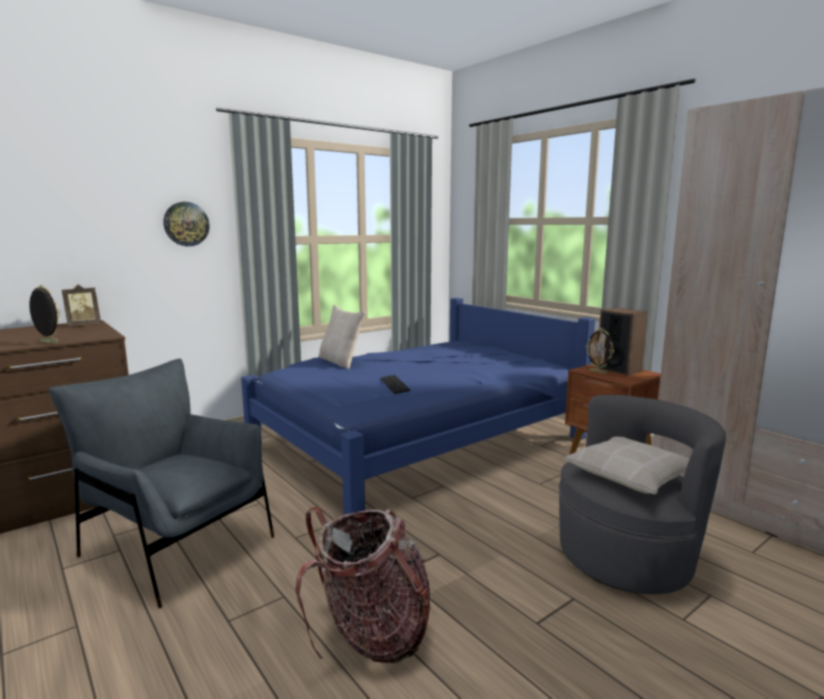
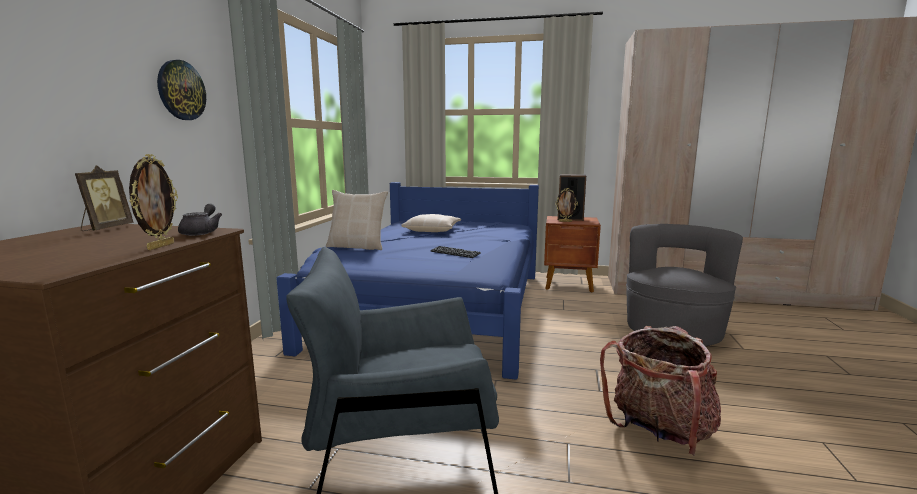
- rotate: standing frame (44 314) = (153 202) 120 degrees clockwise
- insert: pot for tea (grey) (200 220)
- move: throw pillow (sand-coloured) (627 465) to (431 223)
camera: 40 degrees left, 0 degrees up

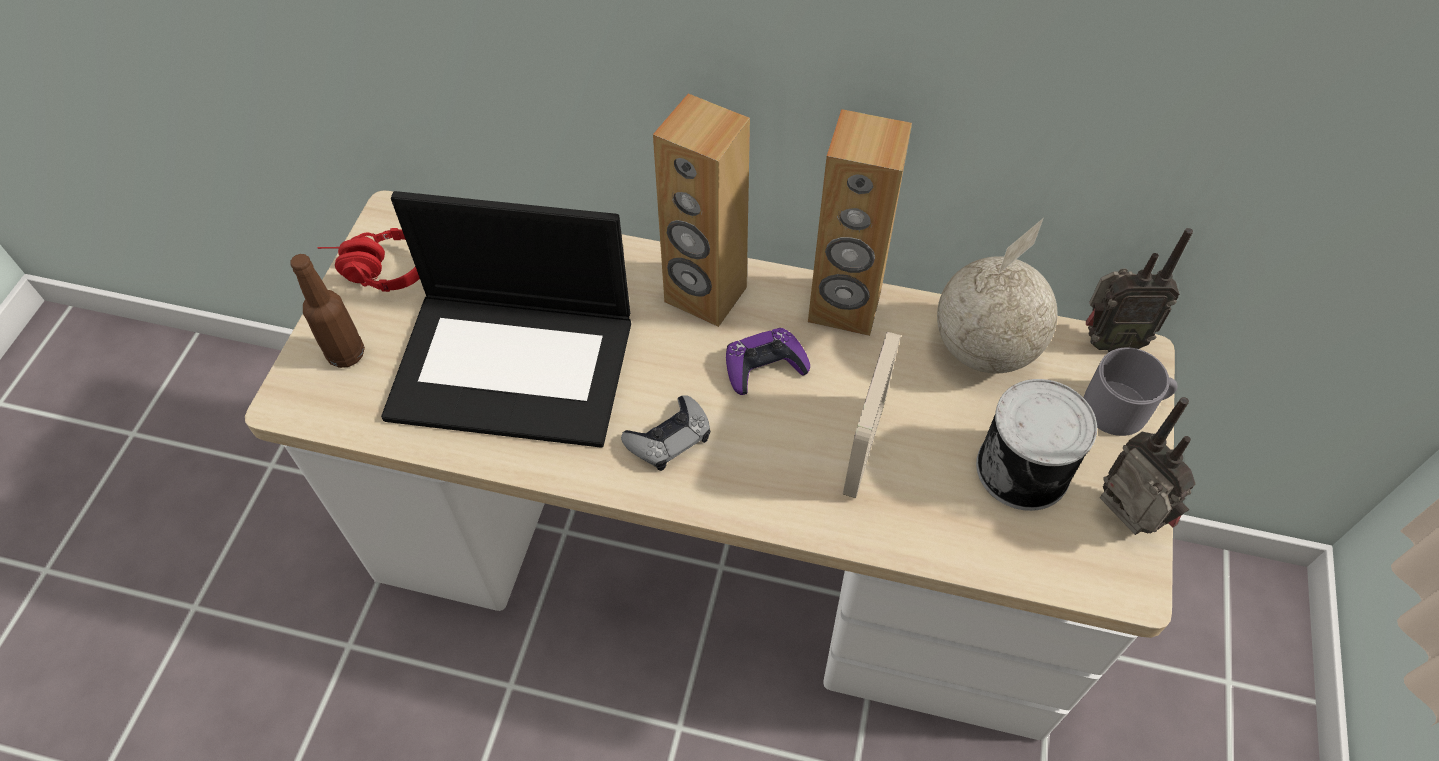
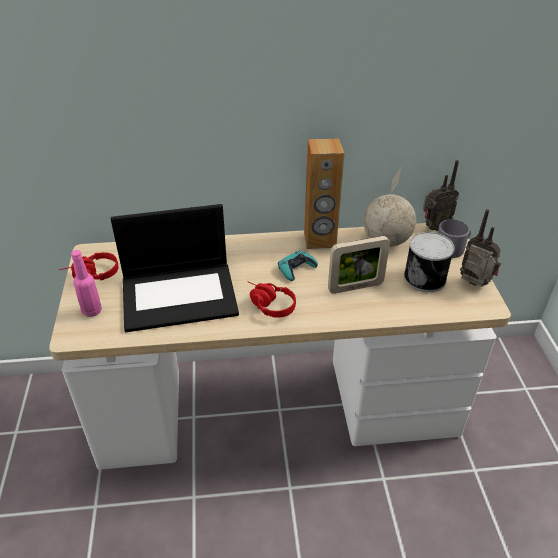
- recolor: drink bottle (brown) (327 311) to drink bottle (pink) (86 283)
- replace: game controller (grey) (665 433) to headphones (reddish) (272 300)
- recolor: game controller (purple) (768 361) to game controller (turquoise-coloured) (298 266)
- rotate: standing frame (872 415) = (359 265) 75 degrees clockwise
- delete: speaker (brown) (701 210)
camera: 20 degrees left, 15 degrees down

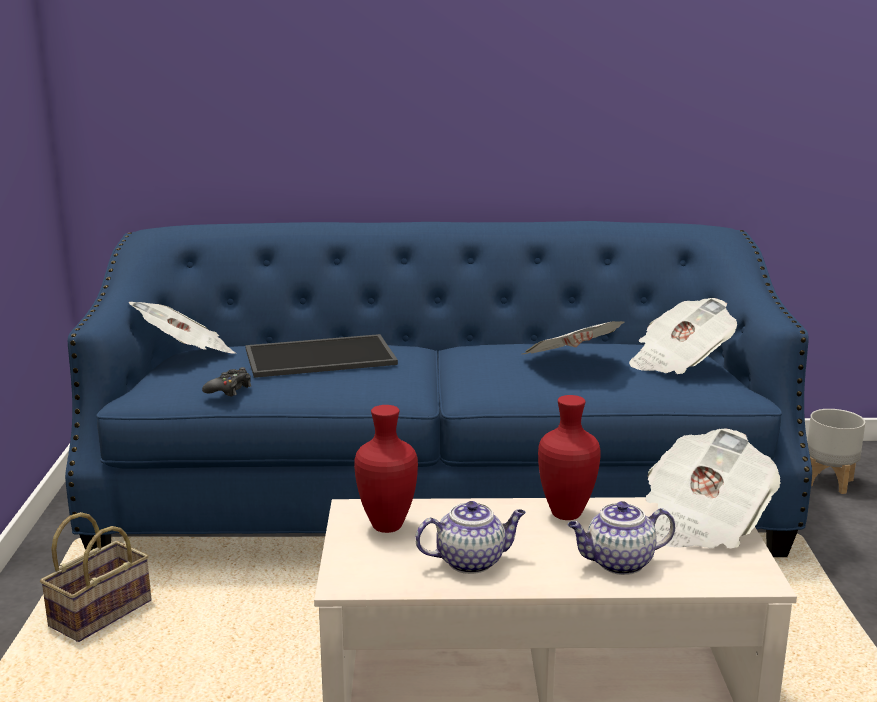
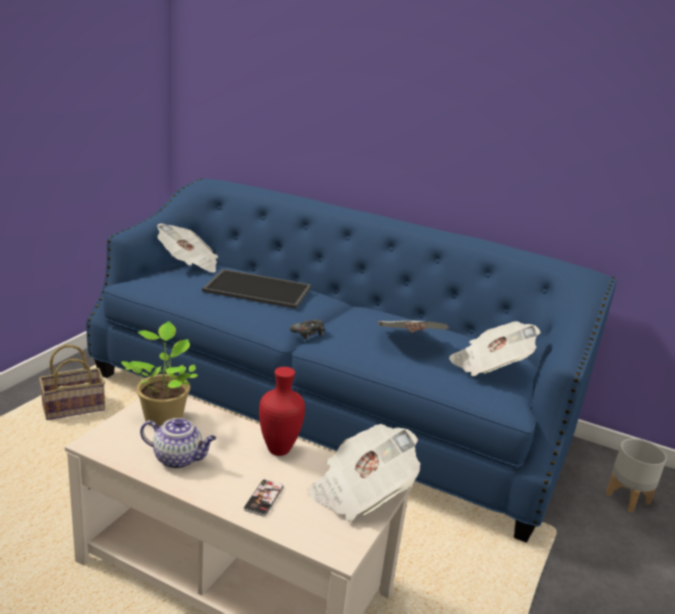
- replace: vase (reddish) (386 469) to houseplant (159 373)
- replace: pot for tea (621 538) to telephone (263 497)
- move: game controller (black-coloured) (226 381) to (307 329)
camera: 25 degrees right, 5 degrees up

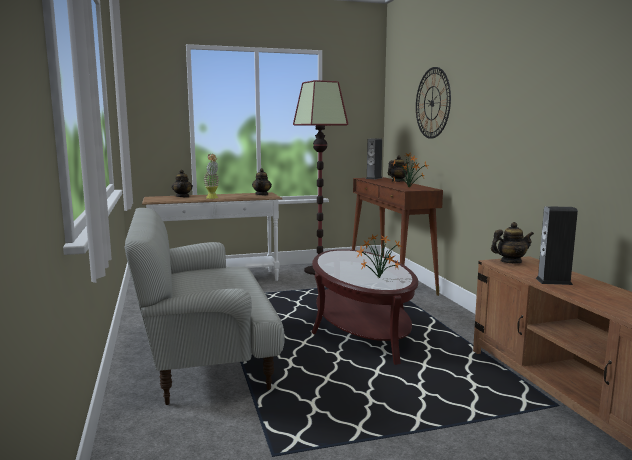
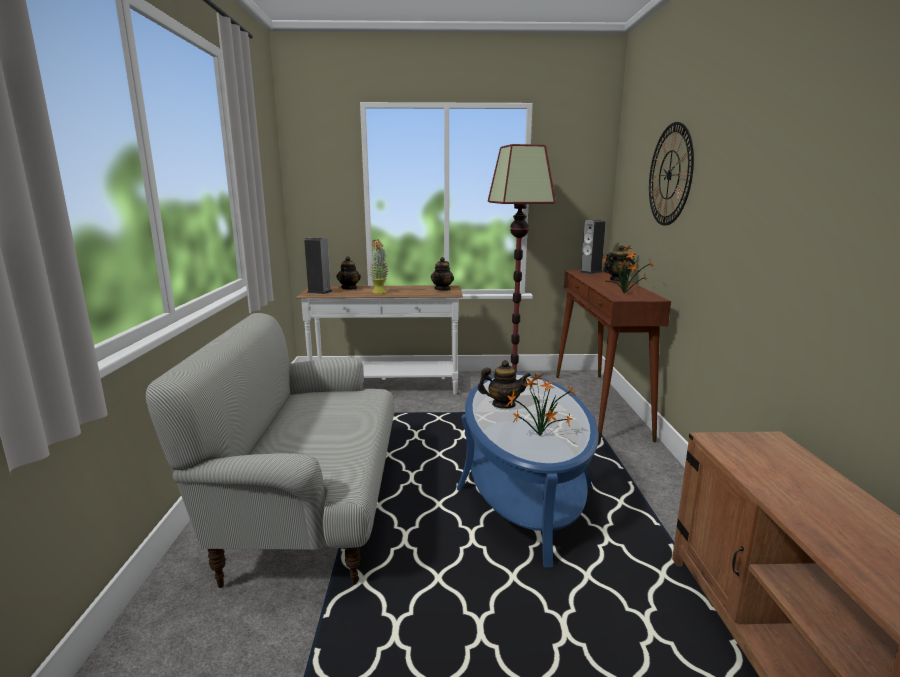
- move: speaker (557 245) to (318 266)
- recolor: coffee table (brown) (365 307) to coffee table (bluish) (528 470)
- move: pot for tea (512 242) to (504 384)
camera: 15 degrees right, 5 degrees up

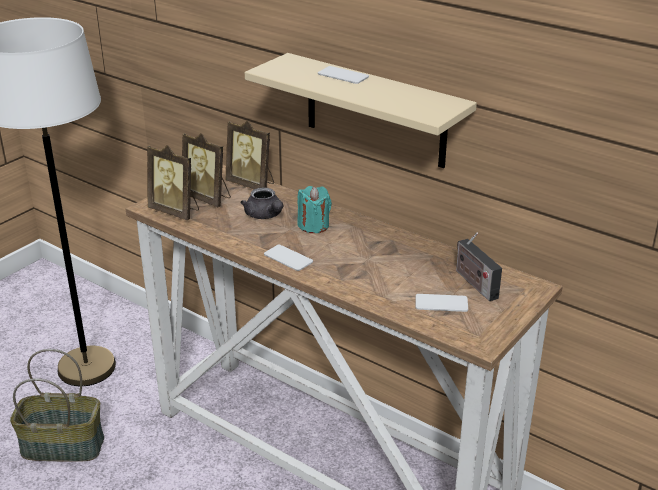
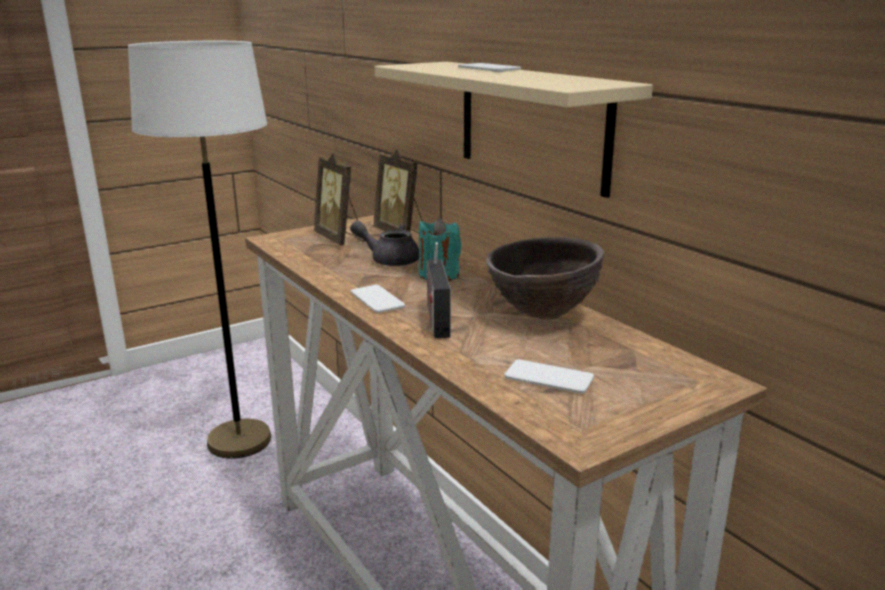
- rotate: pot for tea (grey) (261 203) = (384 243) 120 degrees clockwise
- move: radio (479 267) to (439 290)
- insert: serving bowl (brown) (545 278)
- delete: basket (57 405)
- delete: standing frame (173 182)
camera: 20 degrees right, 10 degrees down

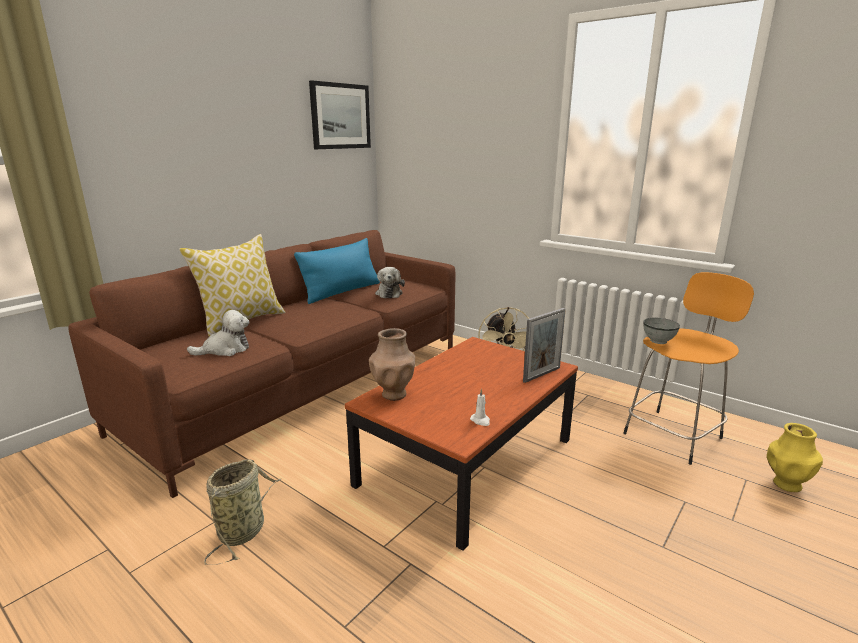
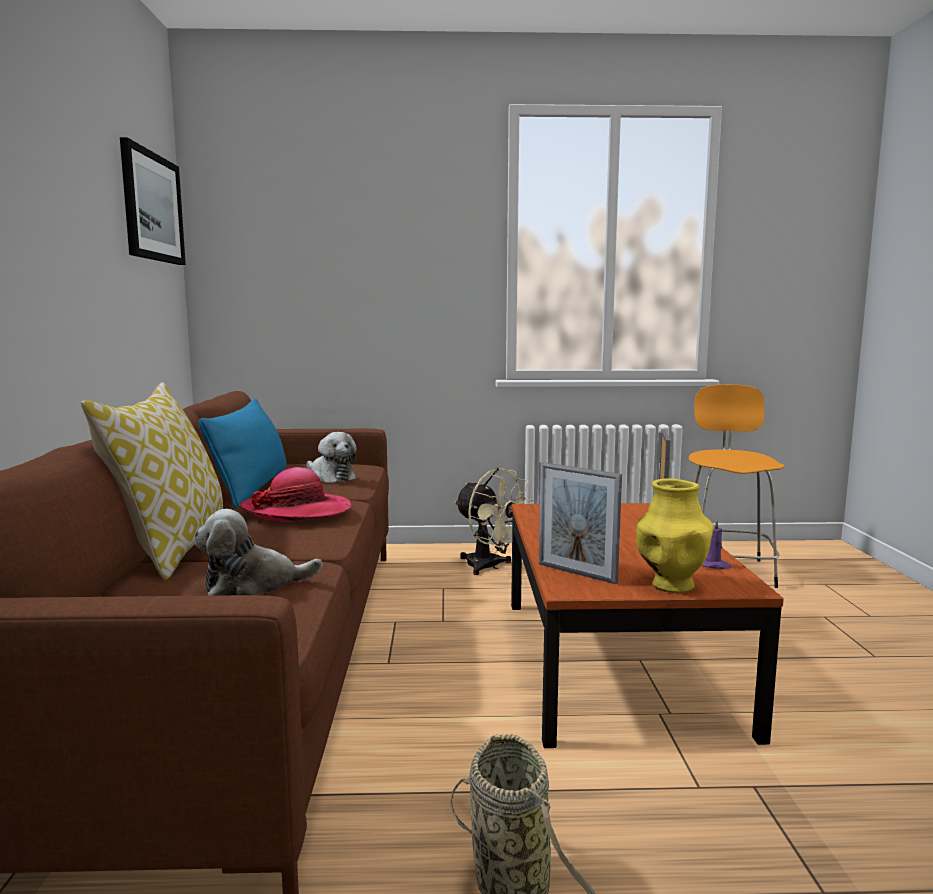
- rotate: plush toy (218 333) = (257 552) 135 degrees counterclockwise
- insert: clothing hat (295 494)
- replace: vase (brown) (392 364) to standing frame (580 523)
- move: vase (yellow-coloured) (795 457) to (675 535)
- recolor: wax candle (white) (480 407) to wax candle (purple) (716 544)
- delete: serving bowl (grey) (661 331)
camera: 40 degrees left, 10 degrees down

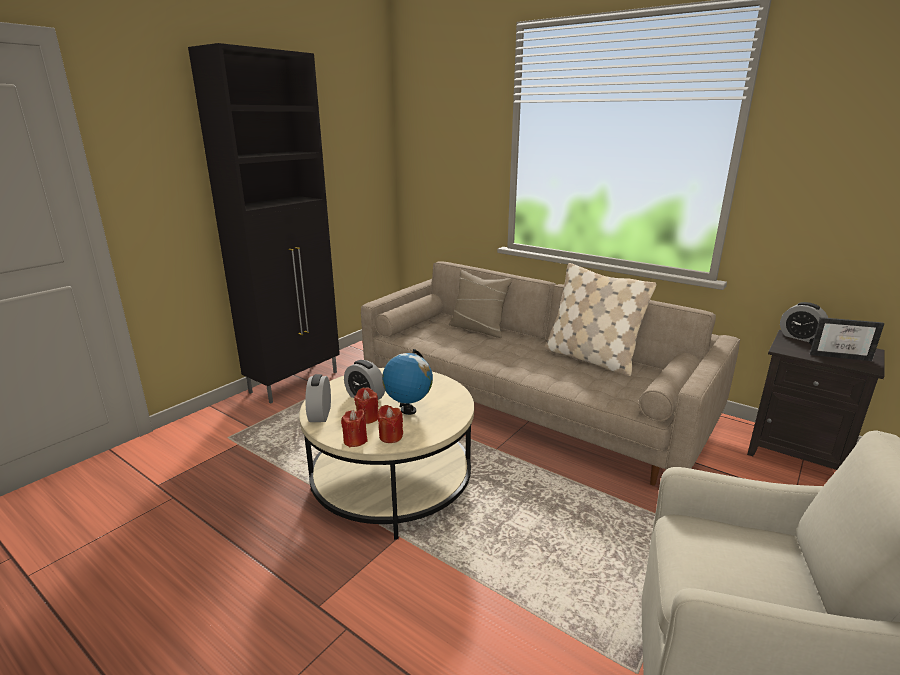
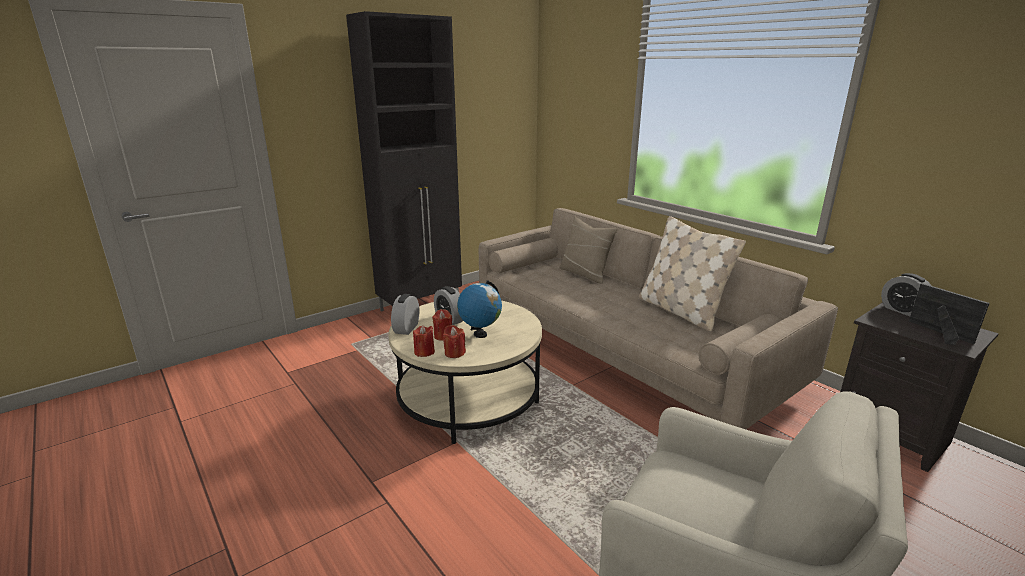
- rotate: standing frame (846 339) = (949 314) 150 degrees counterclockwise
camera: 15 degrees right, 0 degrees up

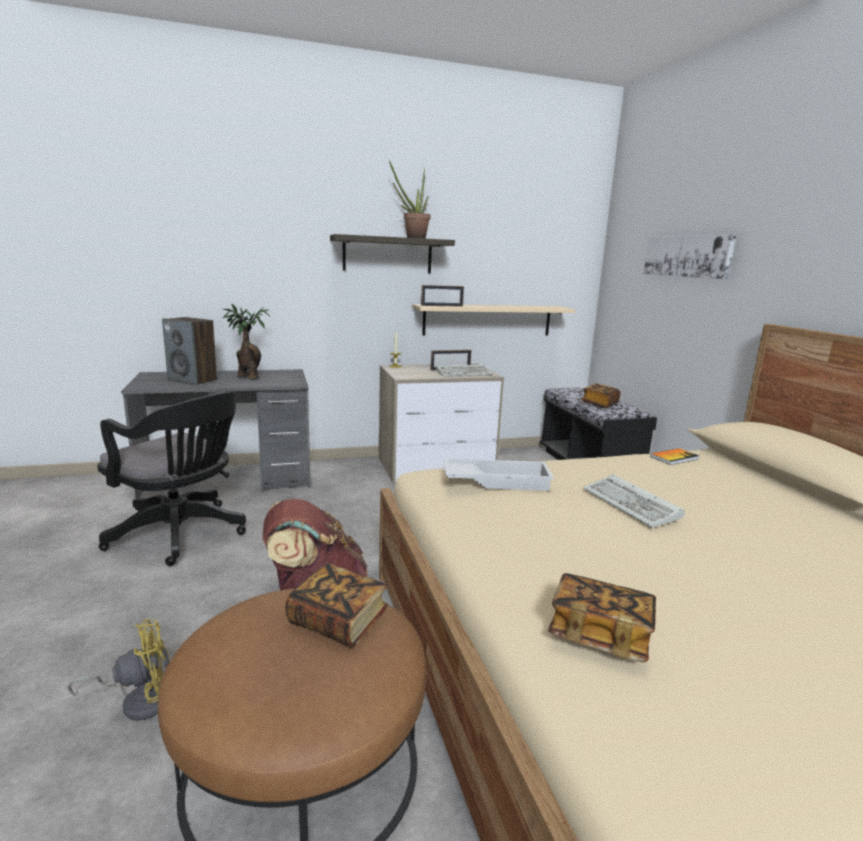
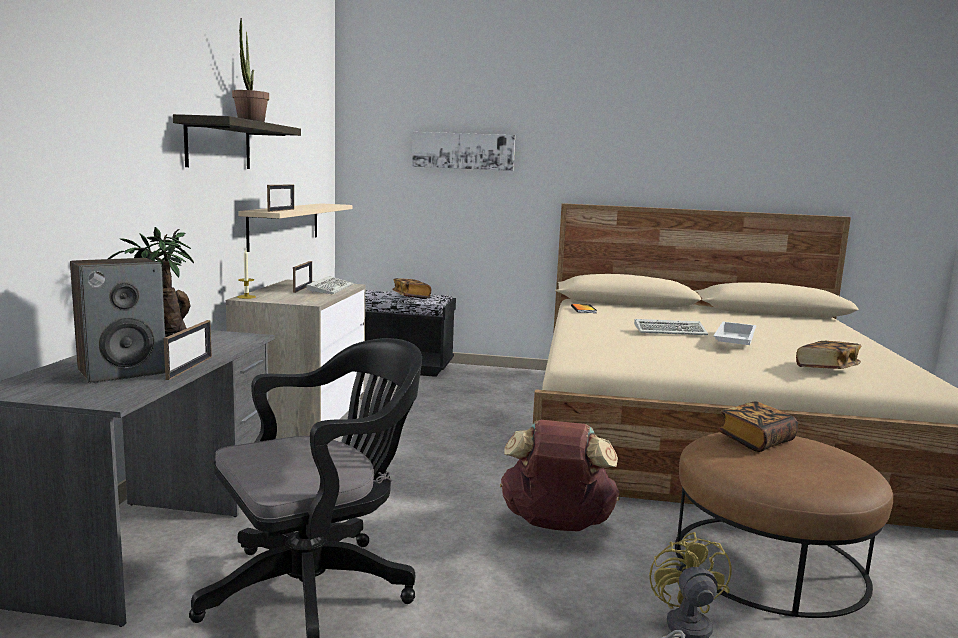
- insert: standing frame (188 350)
- move: tray (white) (499 474) to (734 333)
camera: 65 degrees left, 5 degrees down

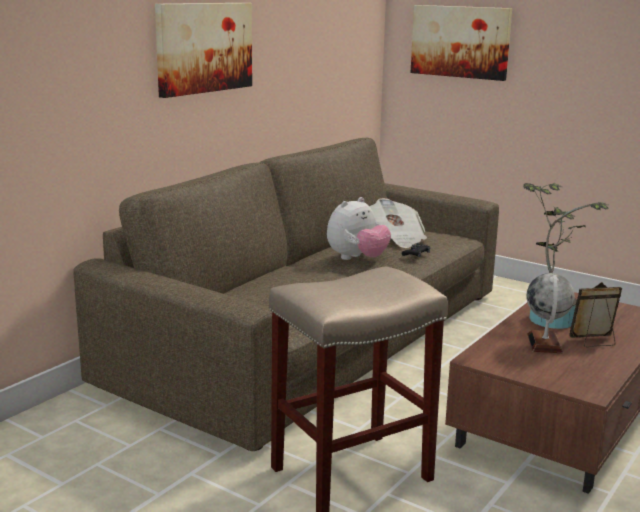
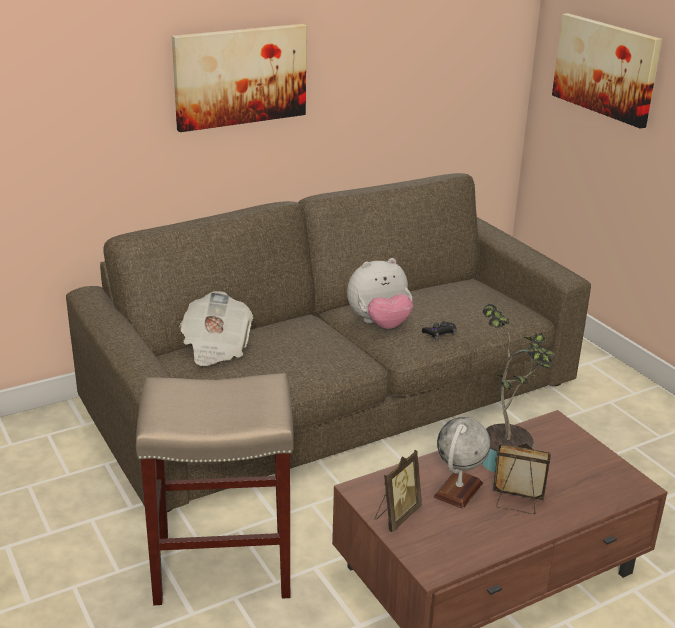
- move: newspaper (398 223) to (216 328)
- insert: standing frame (398 491)
camera: 25 degrees right, 10 degrees up

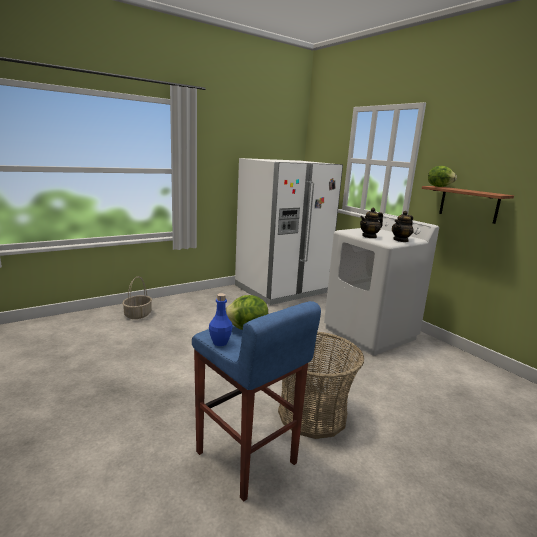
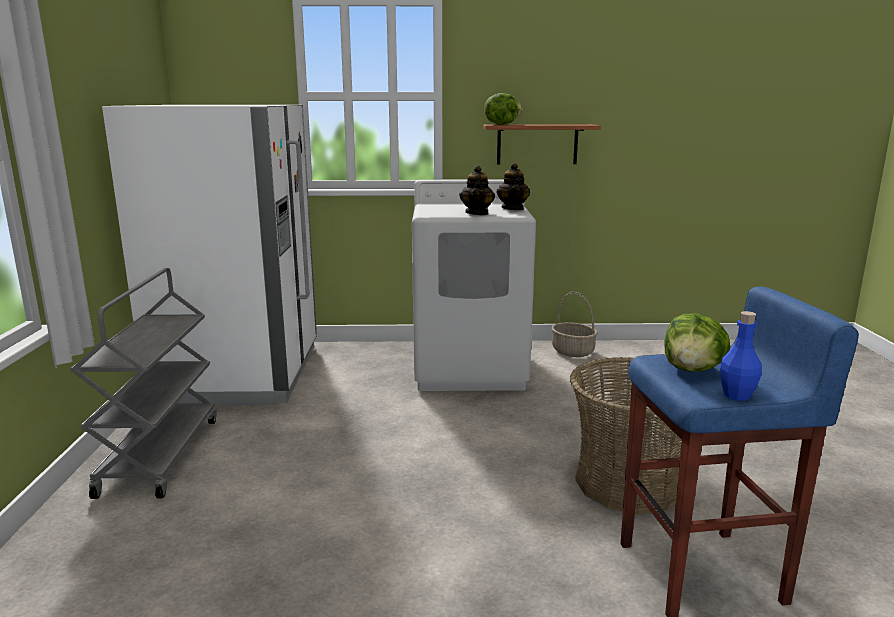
- insert: wheeled cart (grey) (143 383)
- move: basket (137 297) to (574 324)
camera: 55 degrees left, 0 degrees up

